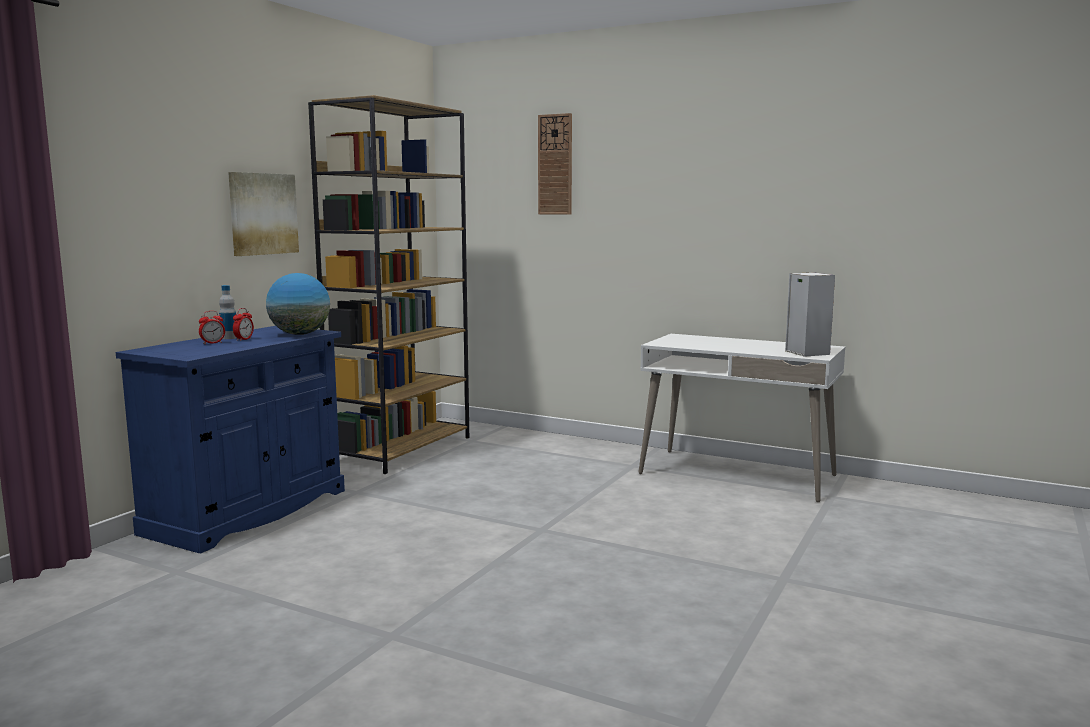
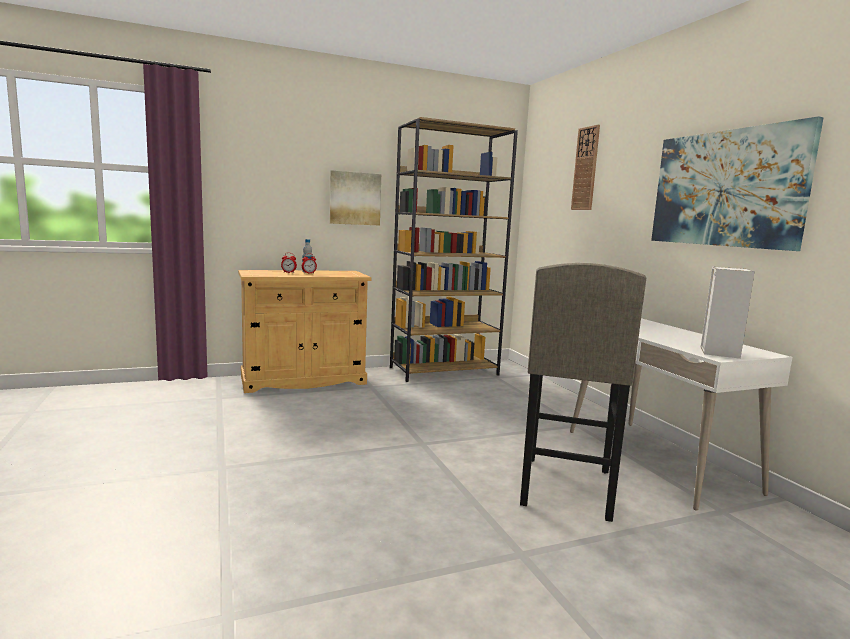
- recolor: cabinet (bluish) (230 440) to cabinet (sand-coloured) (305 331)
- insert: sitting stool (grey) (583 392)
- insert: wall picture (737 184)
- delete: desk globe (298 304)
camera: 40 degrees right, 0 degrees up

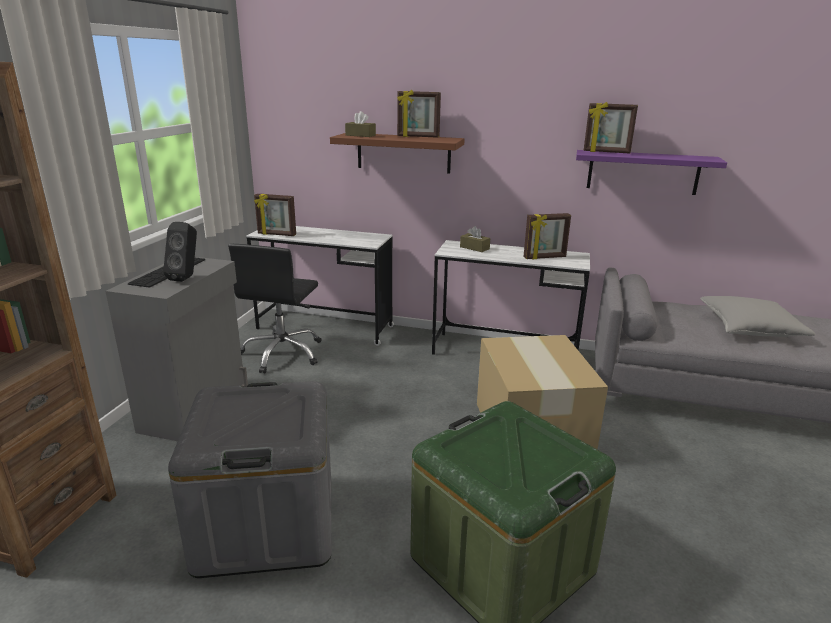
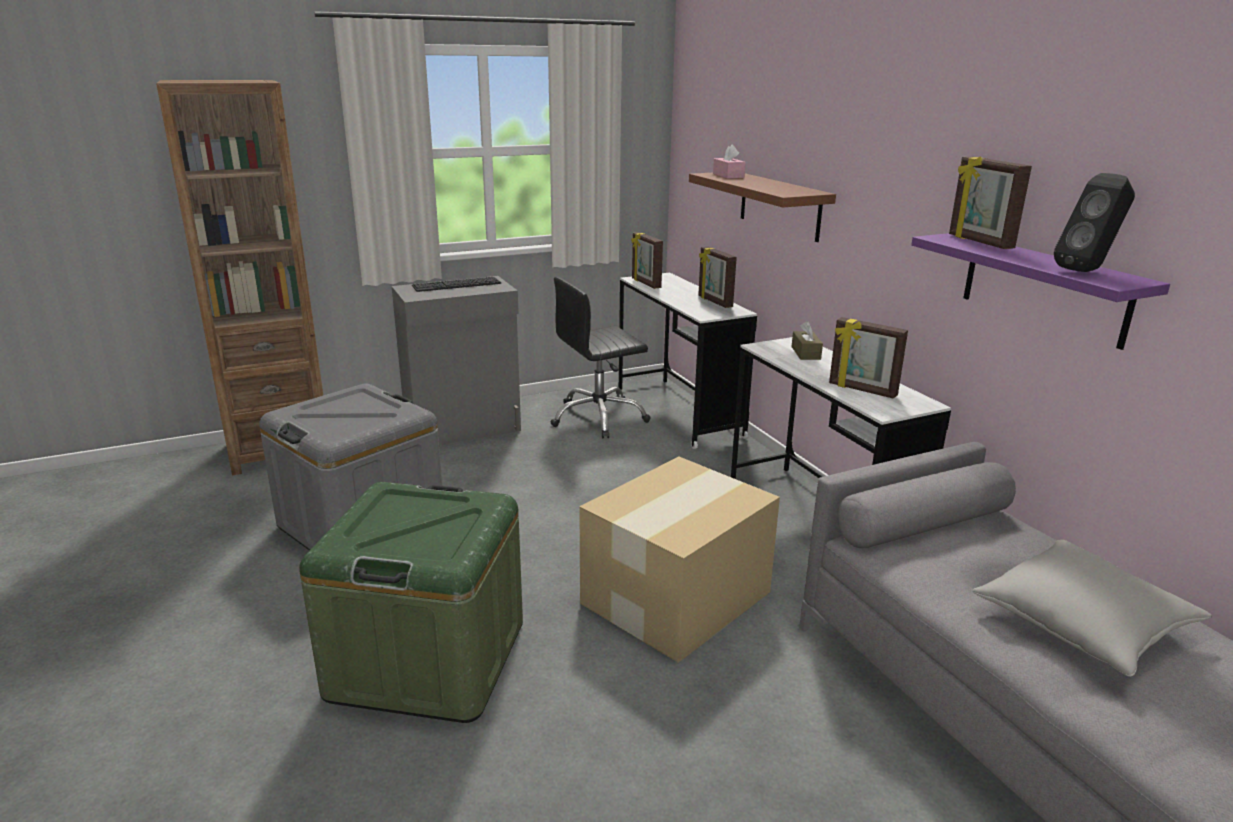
- move: standing frame (419 114) to (717 277)
- recolor: box of tissues (brown) (360 124) to box of tissues (pink) (729 162)
- move: speaker (black-coloured) (180 252) to (1094 222)
camera: 50 degrees right, 0 degrees up

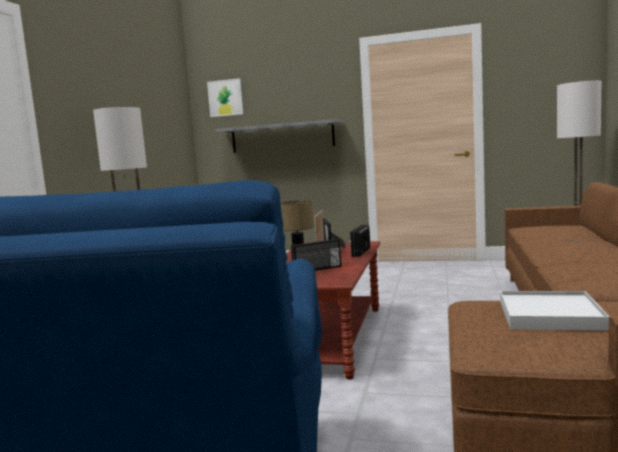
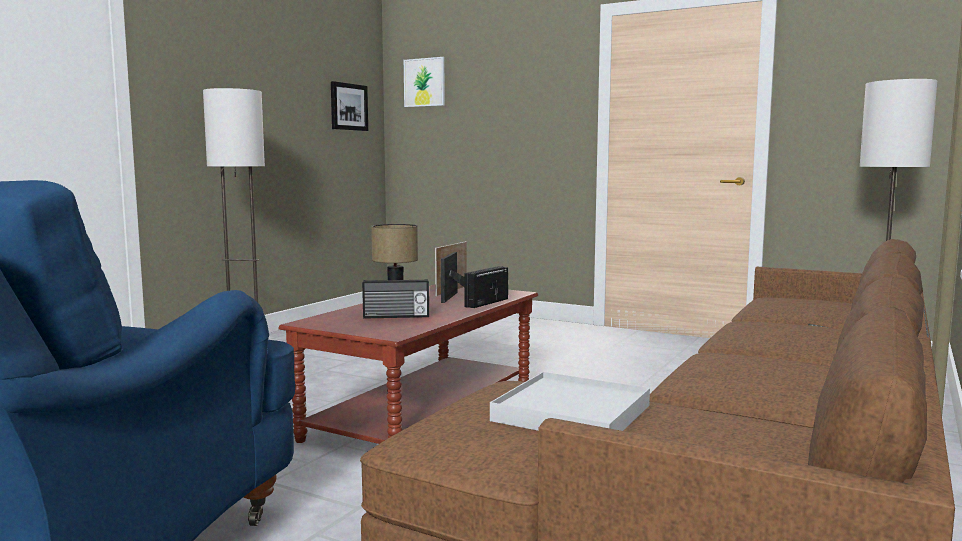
- insert: wall picture (349 106)
- delete: shelf (grey) (279 136)
camera: 15 degrees right, 0 degrees up

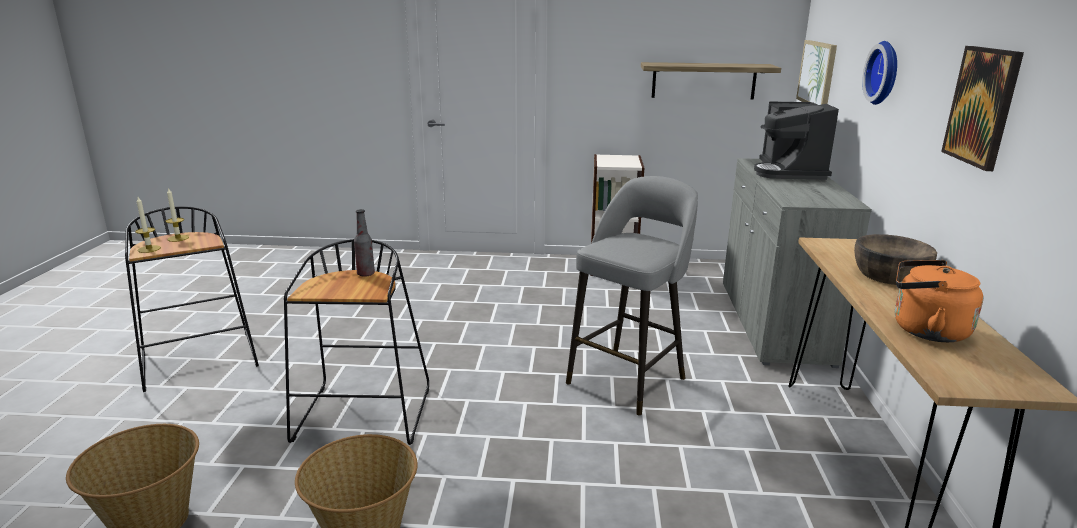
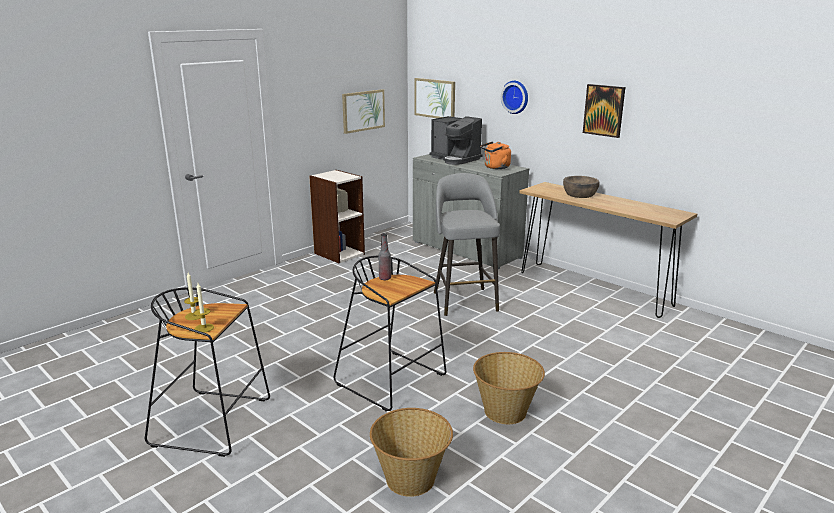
- replace: shelf (711 81) to wall picture (363 111)
- move: water kettle (orange-coloured) (939 301) to (495 155)
camera: 50 degrees left, 0 degrees up

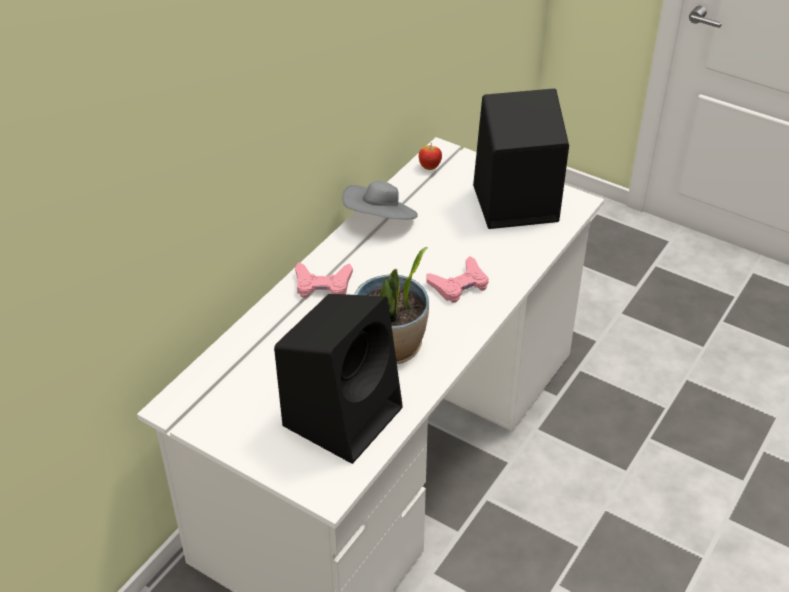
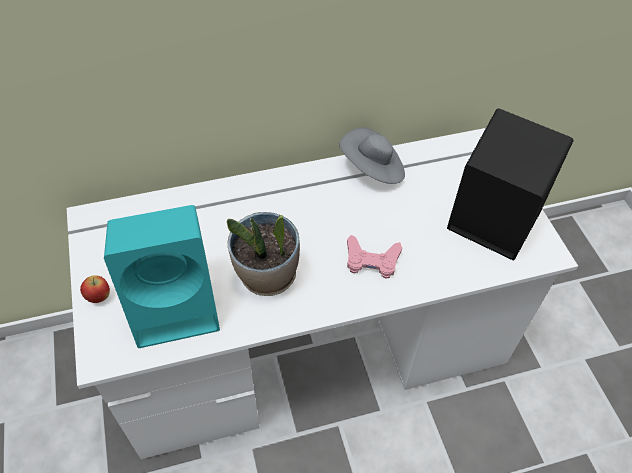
- move: whole apple (430 156) to (95 289)
- recolor: speaker (black-coloured) (338 379) to speaker (turquoise-coloured) (162 276)
- delete: game controller (pink) (324 280)
camera: 40 degrees right, 10 degrees up

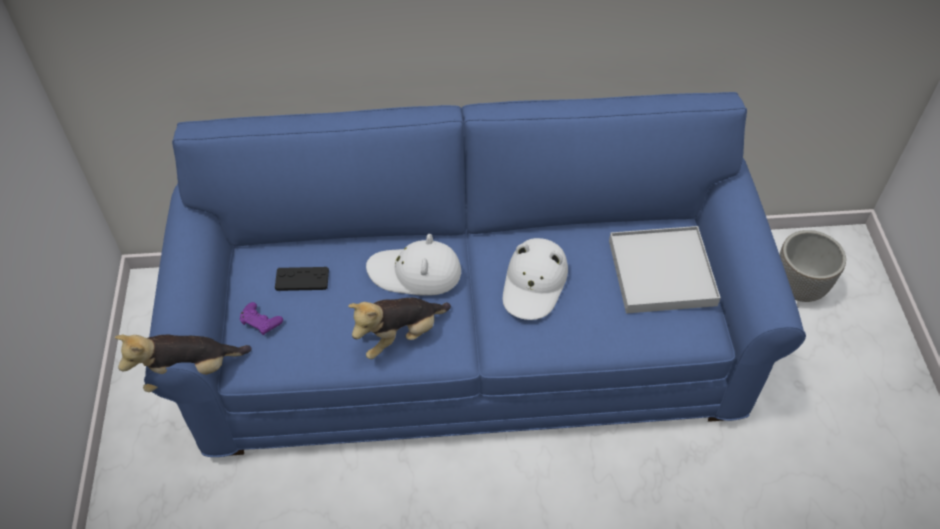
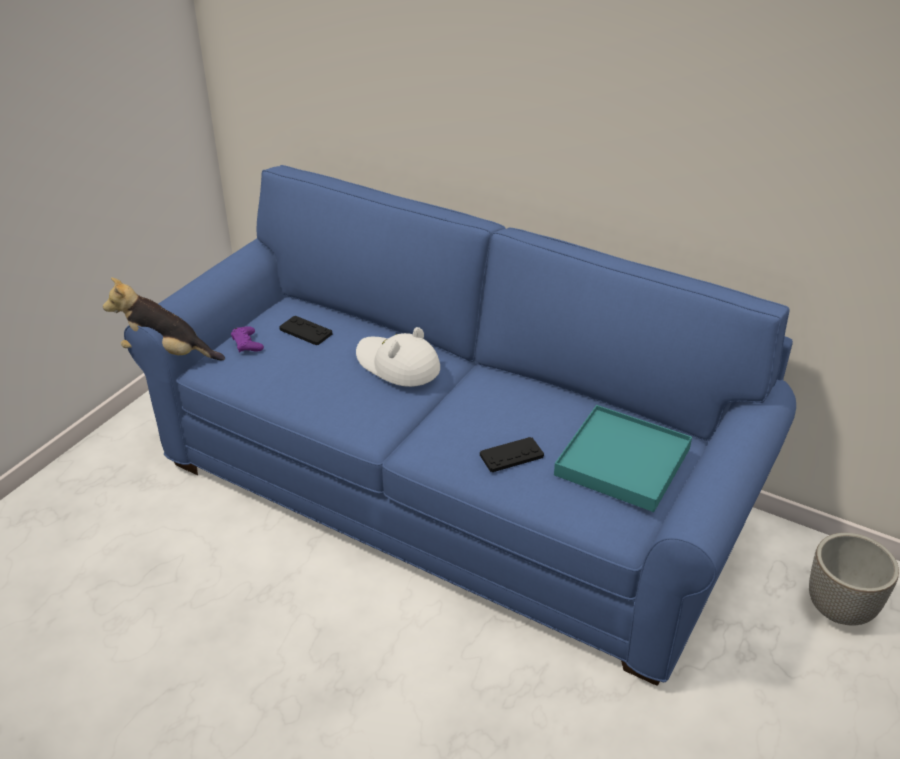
- insert: game controller (black-coloured) (512 454)
- recolor: tray (white) (665 270) to tray (turquoise-coloured) (623 458)
- delete: plush toy (399 328)
- delete: clothing hat (white) (535 279)
camera: 35 degrees right, 15 degrees down

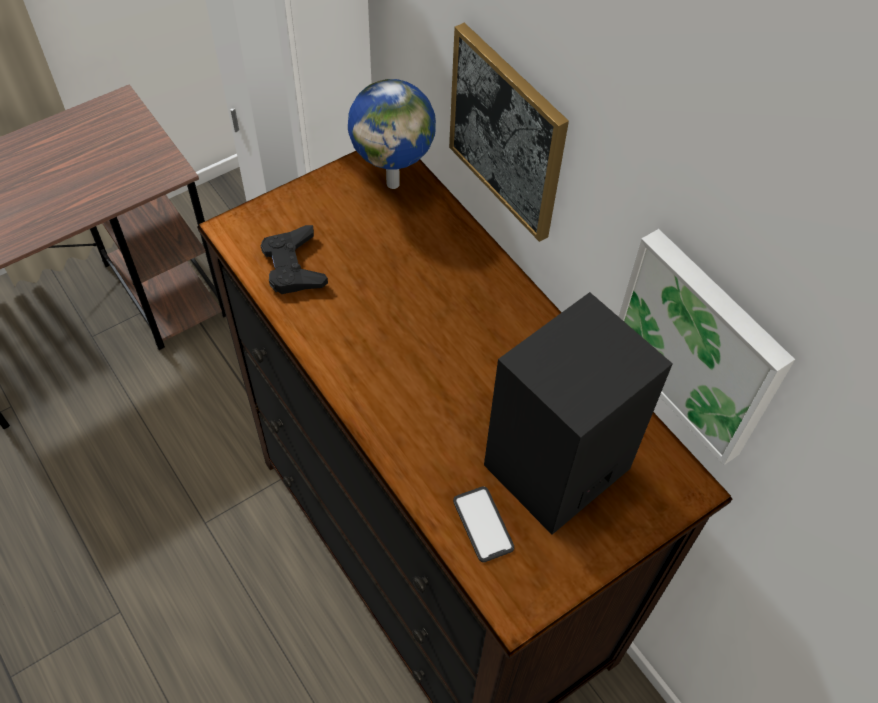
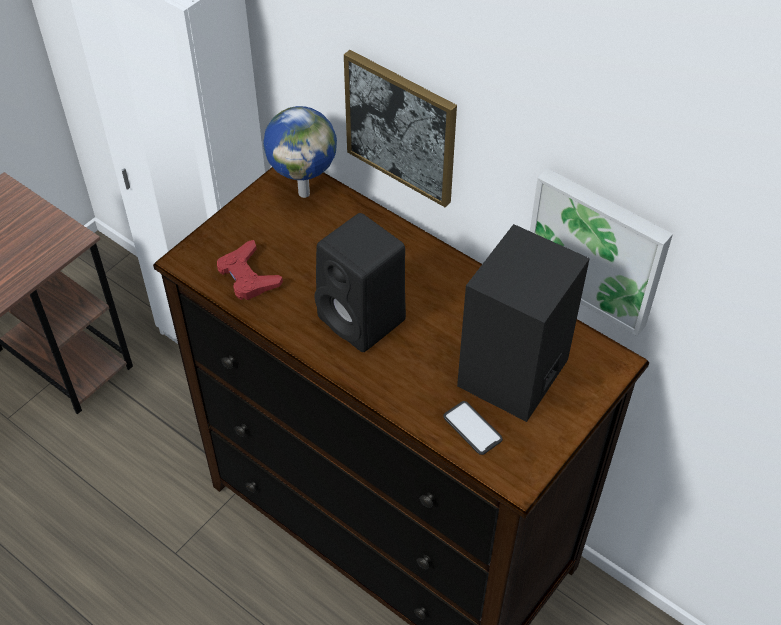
- recolor: game controller (black-coloured) (294 259) to game controller (reddish) (250 270)
- insert: speaker (black-coloured) (360 282)
camera: 15 degrees left, 5 degrees down

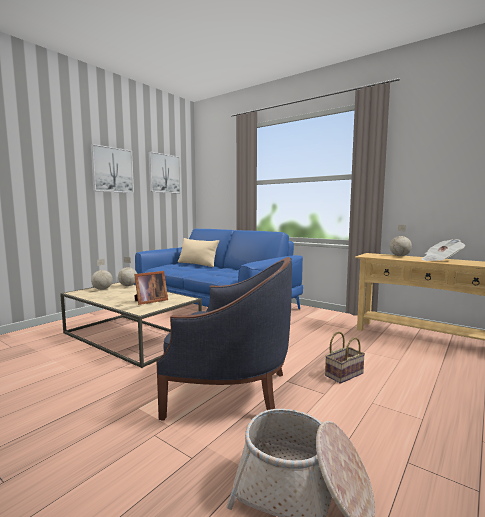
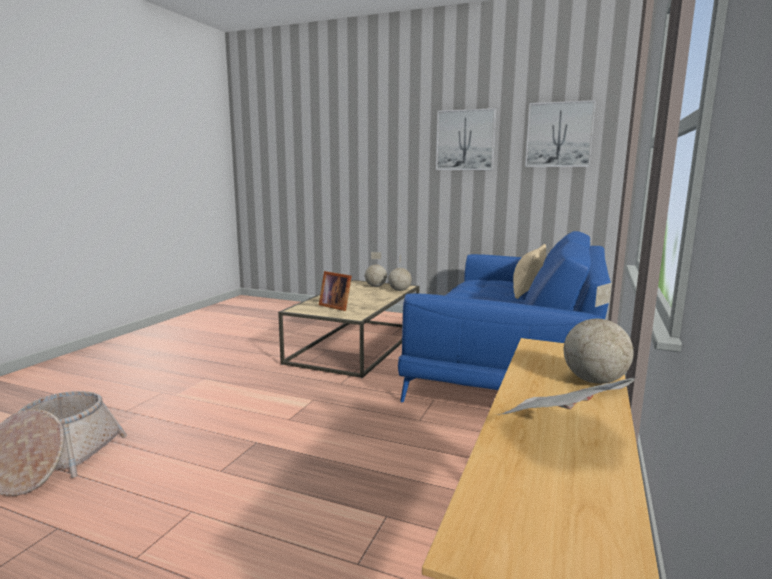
- delete: lounge chair (bluish) (224 339)
- delete: basket (345 358)
camera: 75 degrees right, 5 degrees up

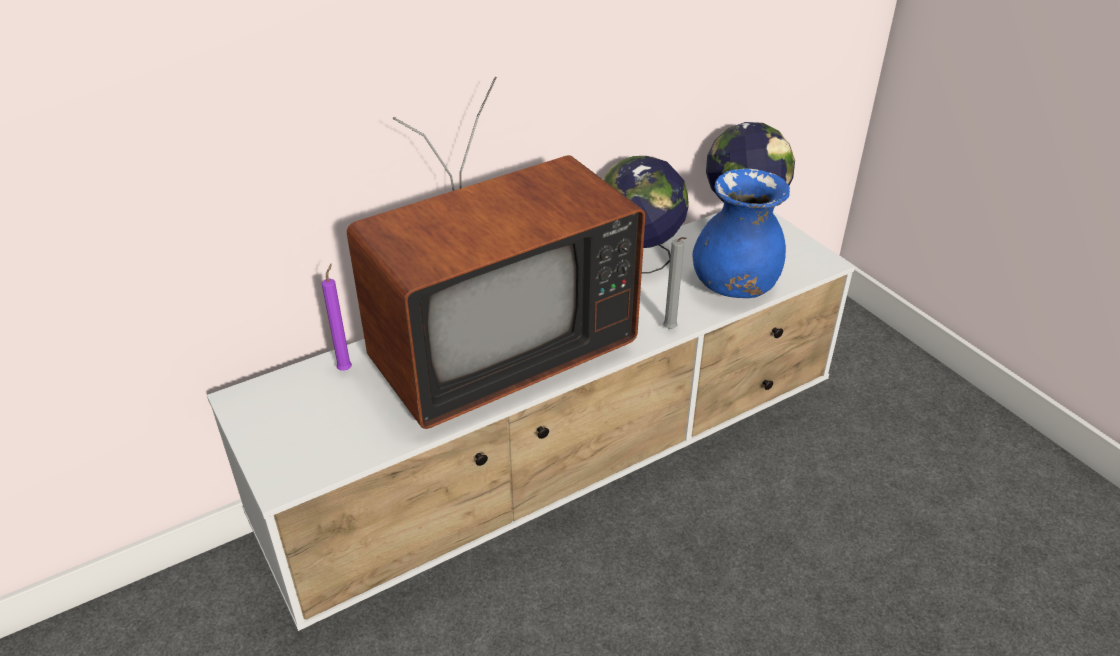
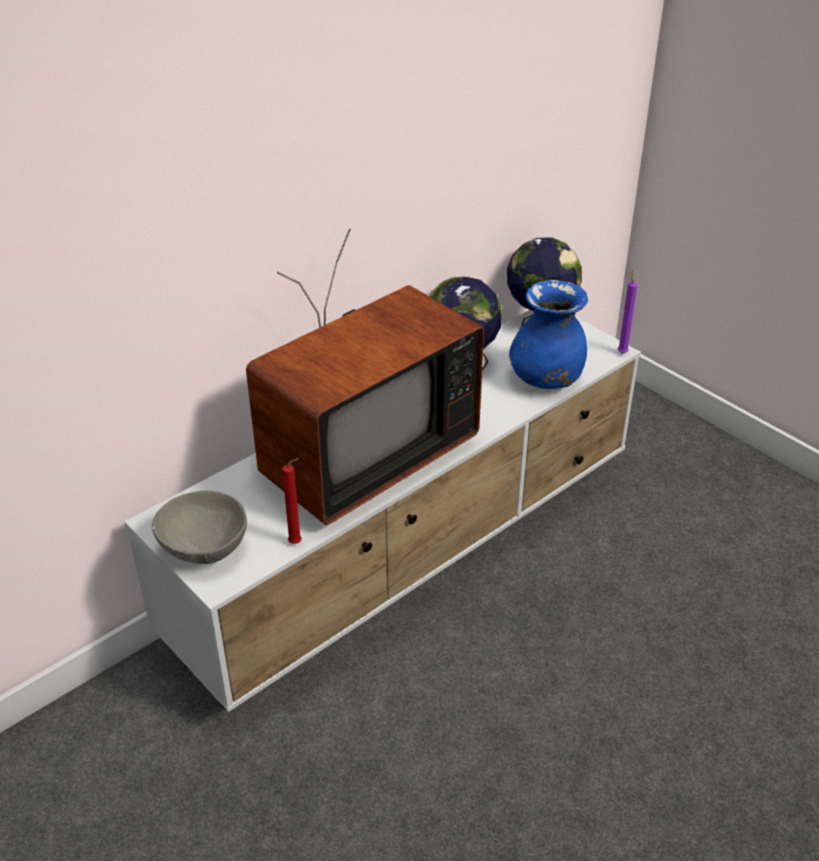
- insert: serving bowl (grey) (199 527)
- insert: wax candle (reddish) (292 501)
- move: wax candle (purple) (337 317) to (628 312)
- delete: wax candle (grey) (675 283)
camera: 10 degrees left, 0 degrees up

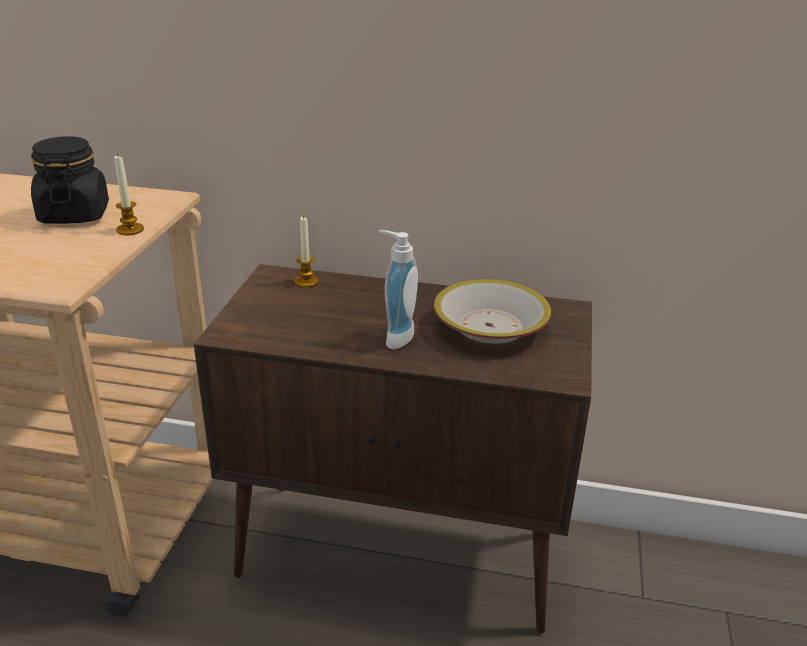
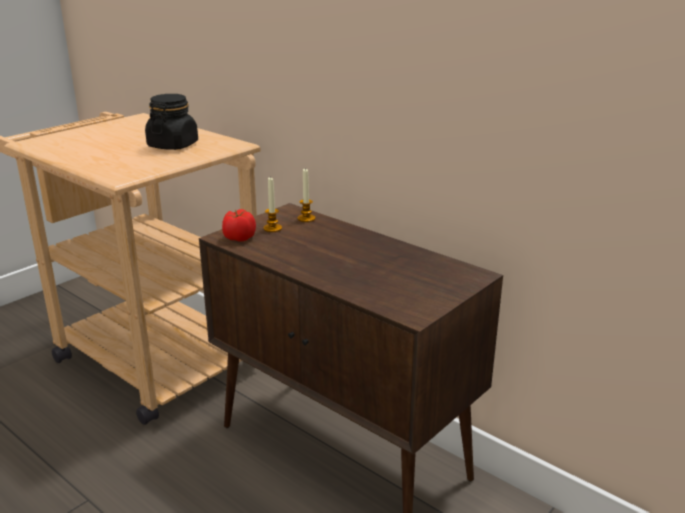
- insert: whole tomato (239 225)
- move: wax candle (129 195) to (272 204)
- delete: liquid soap bottle (398 289)
- delete: serving bowl (492 311)
camera: 30 degrees right, 5 degrees down

